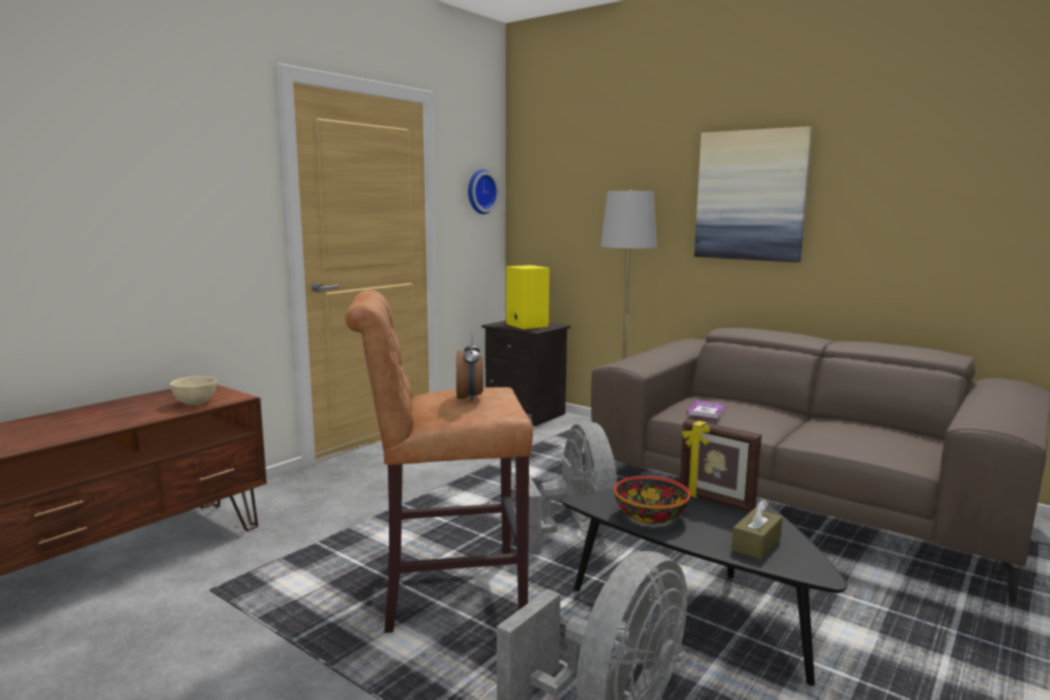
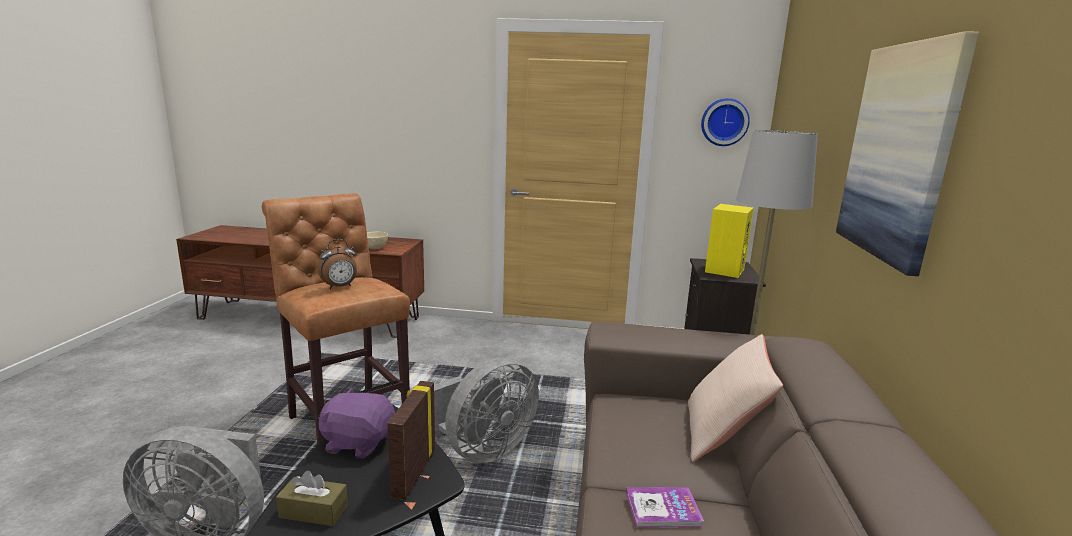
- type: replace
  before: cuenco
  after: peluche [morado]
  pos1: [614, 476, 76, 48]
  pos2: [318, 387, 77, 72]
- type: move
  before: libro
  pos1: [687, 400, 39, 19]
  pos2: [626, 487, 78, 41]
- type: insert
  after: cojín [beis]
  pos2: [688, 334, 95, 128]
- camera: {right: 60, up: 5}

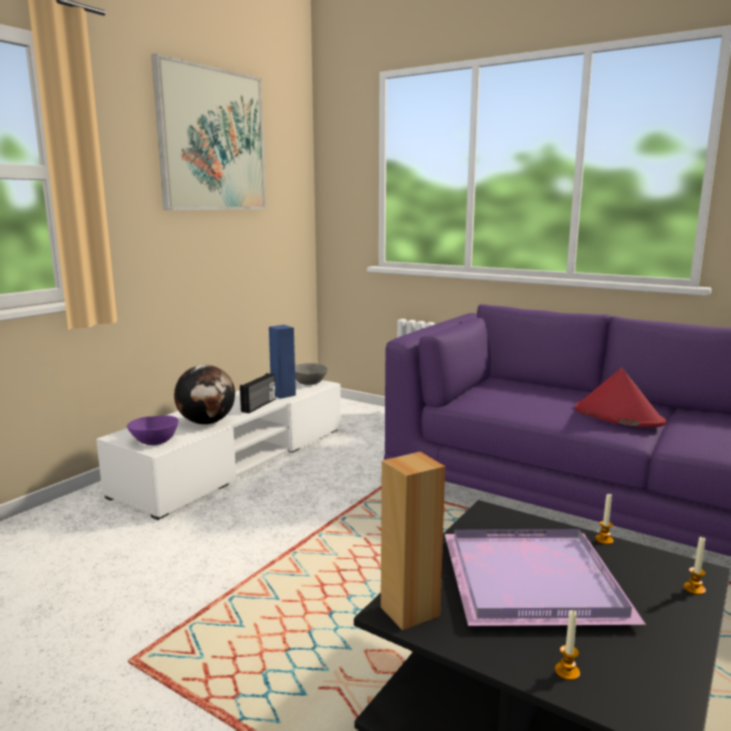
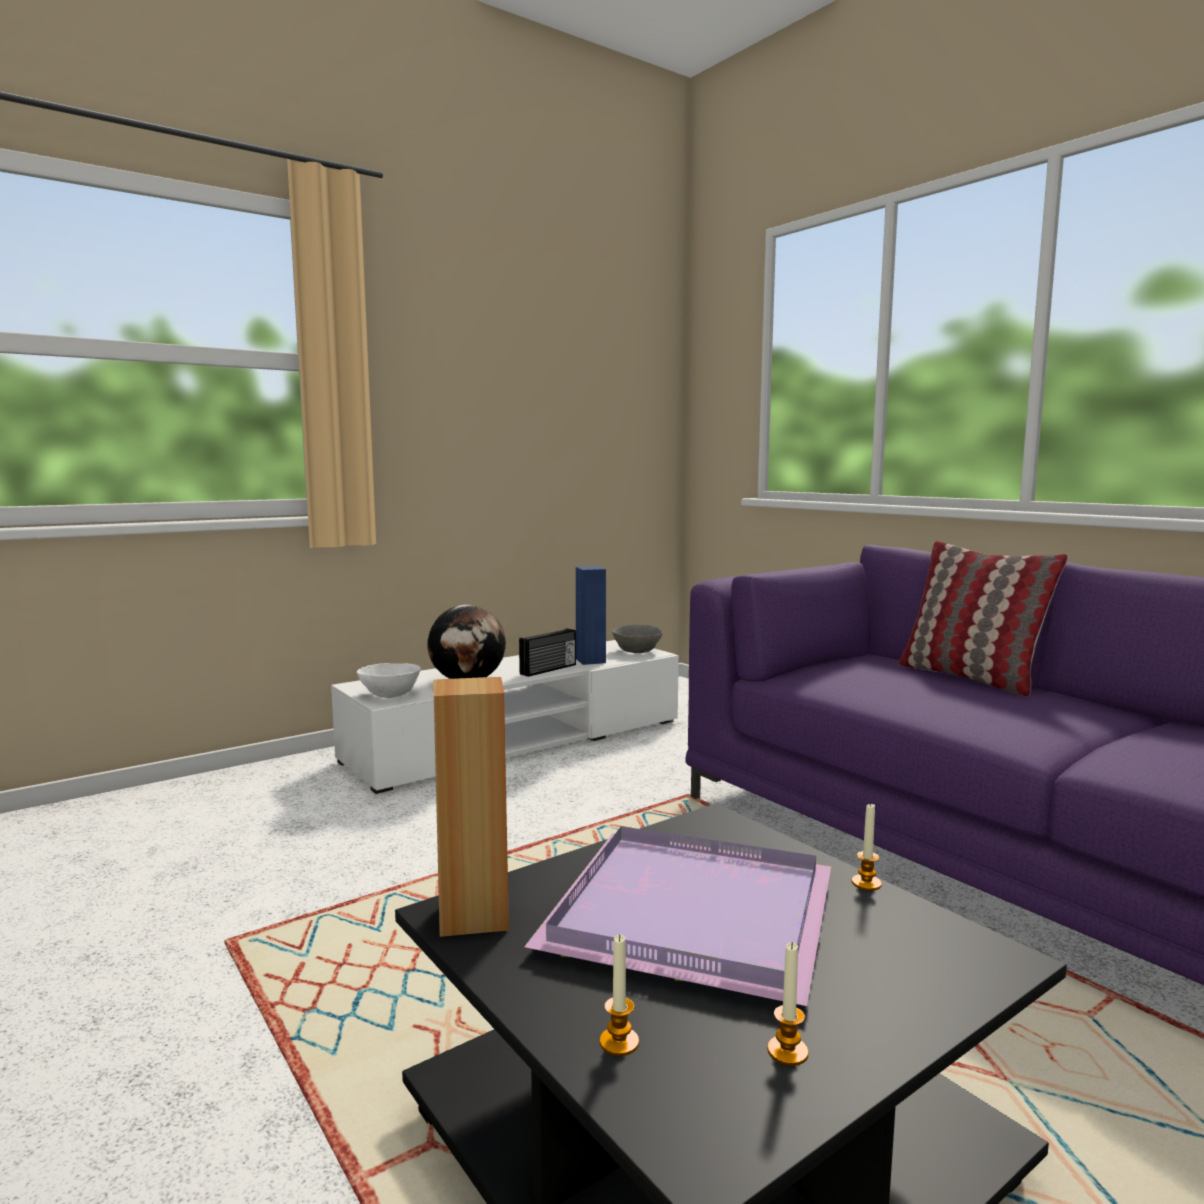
- type: recolor
  before: cuenco [morado]
  after: cuenco [blanco]
  pos1: [127, 415, 52, 30]
  pos2: [357, 663, 64, 35]
- type: move
  before: vela
  pos1: [684, 536, 22, 59]
  pos2: [767, 942, 41, 124]
- type: insert
  after: cojín
  pos2: [898, 541, 170, 156]
- type: delete
  before: cuadro
  pos1: [151, 54, 115, 156]
- type: delete
  before: sombrero [rojo]
  pos1: [575, 368, 91, 59]
- camera: {right: 20, up: -5}

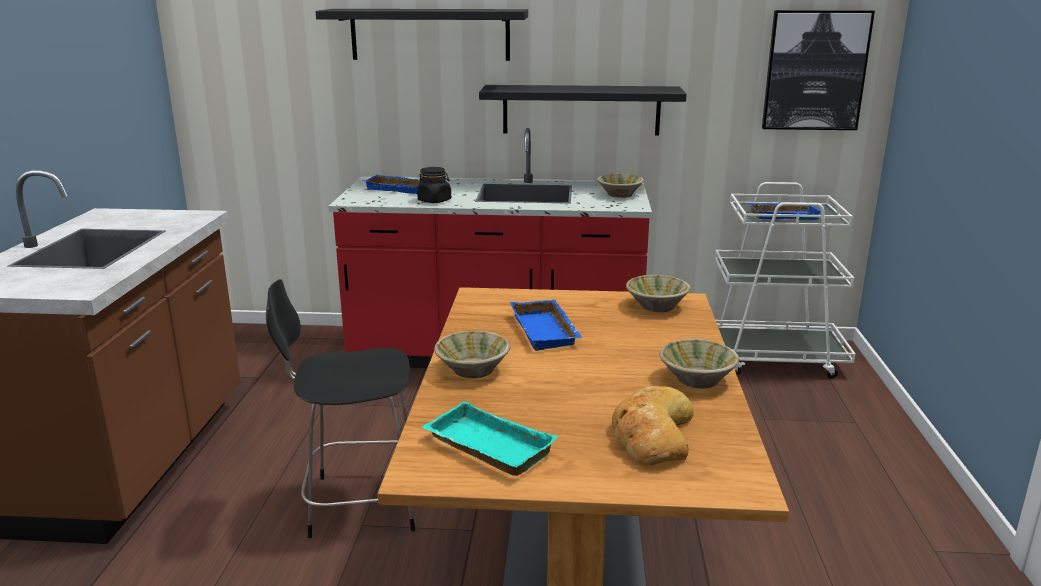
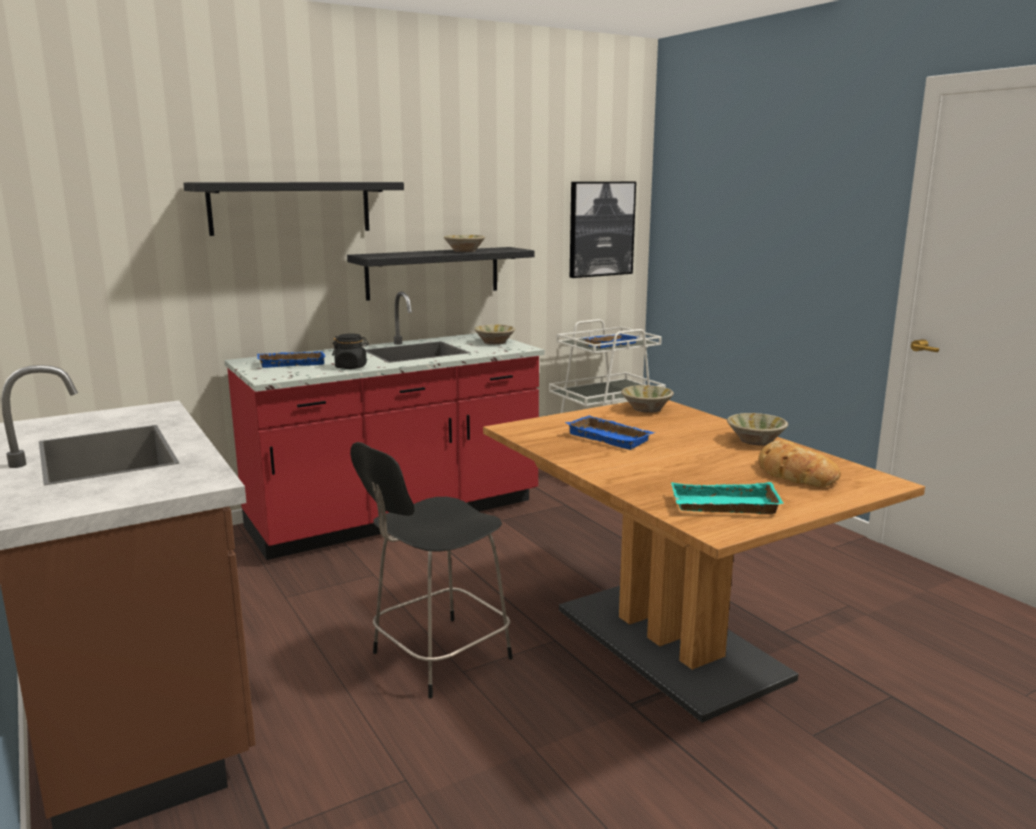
- type: move
  before: cuenco [beis]
  pos1: [434, 331, 76, 47]
  pos2: [444, 235, 41, 17]
- camera: {right: -35, up: -5}

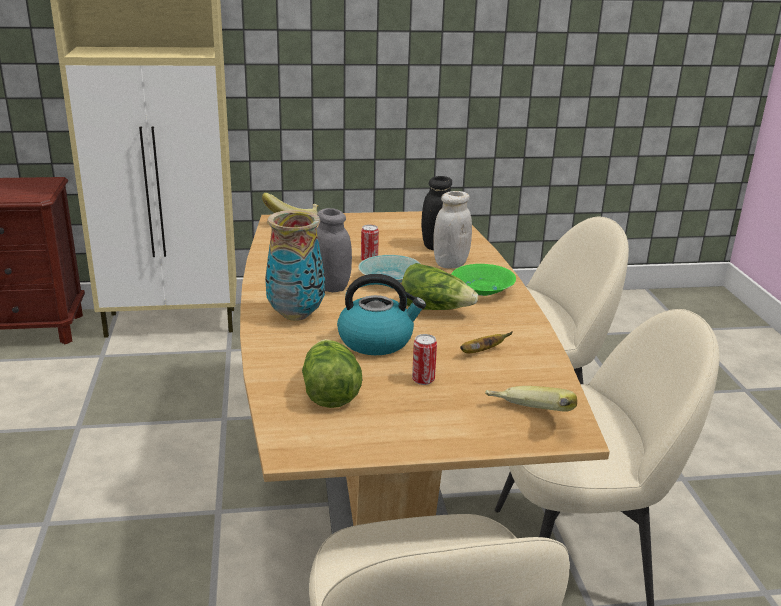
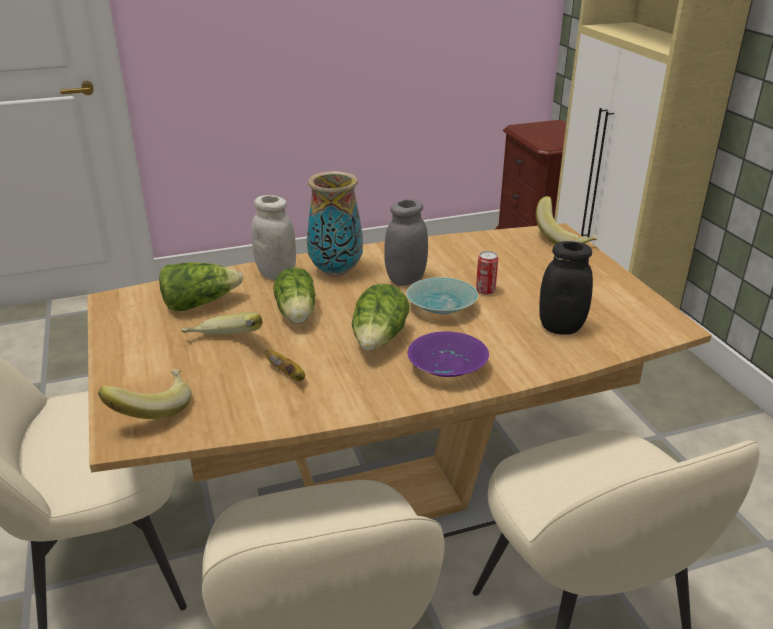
- type: replace
  before: lata
  after: plátano
  pos1: [412, 334, 25, 51]
  pos2: [181, 312, 81, 23]
- type: move
  before: tarro [blanco]
  pos1: [433, 191, 39, 78]
  pos2: [251, 195, 45, 85]
- type: replace
  before: hervidor
  after: lechuga
  pos1: [337, 274, 89, 81]
  pos2: [273, 267, 42, 57]
- type: recolor
  before: cuenco [verde]
  after: cuenco [morado]
  pos1: [451, 264, 65, 32]
  pos2: [408, 331, 81, 46]
- camera: {right: 80, up: 5}

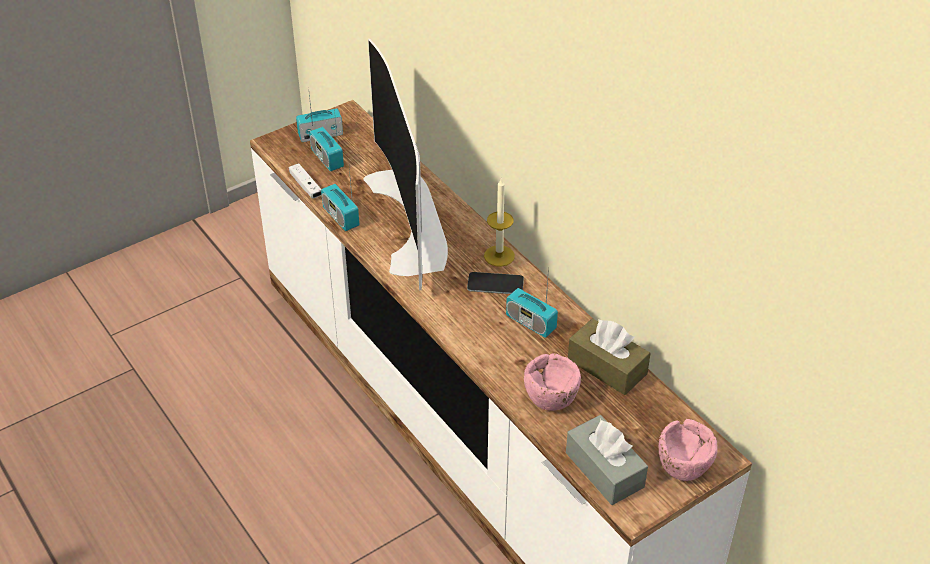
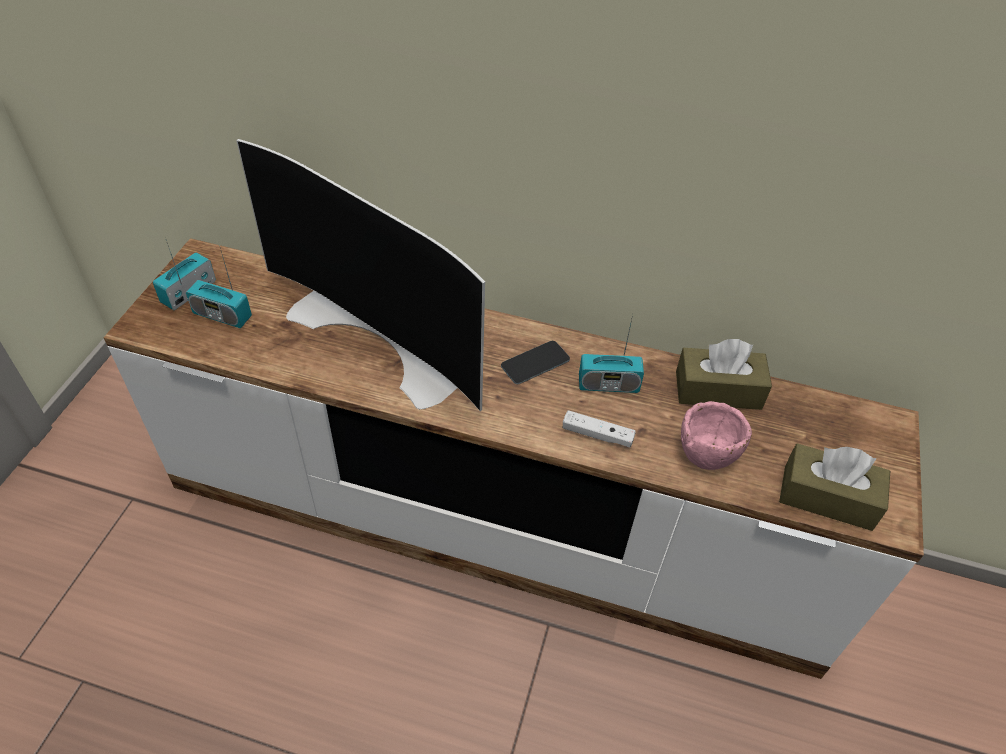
- type: move
  before: mando de consola [blanco]
  pos1: [289, 163, 33, 35]
  pos2: [563, 410, 73, 38]
- type: recolor
  before: caja de pañuelos [gris]
  after: caja de pañuelos [marrón]
  pos1: [566, 415, 82, 90]
  pos2: [779, 443, 111, 88]
- type: delete
  before: radio
  pos1: [321, 168, 38, 63]
- type: delete
  before: vela
  pos1: [484, 177, 31, 90]
- type: delete
  before: cuenco [rosa]
  pos1: [659, 419, 58, 62]
- camera: {right: -40, up: 5}

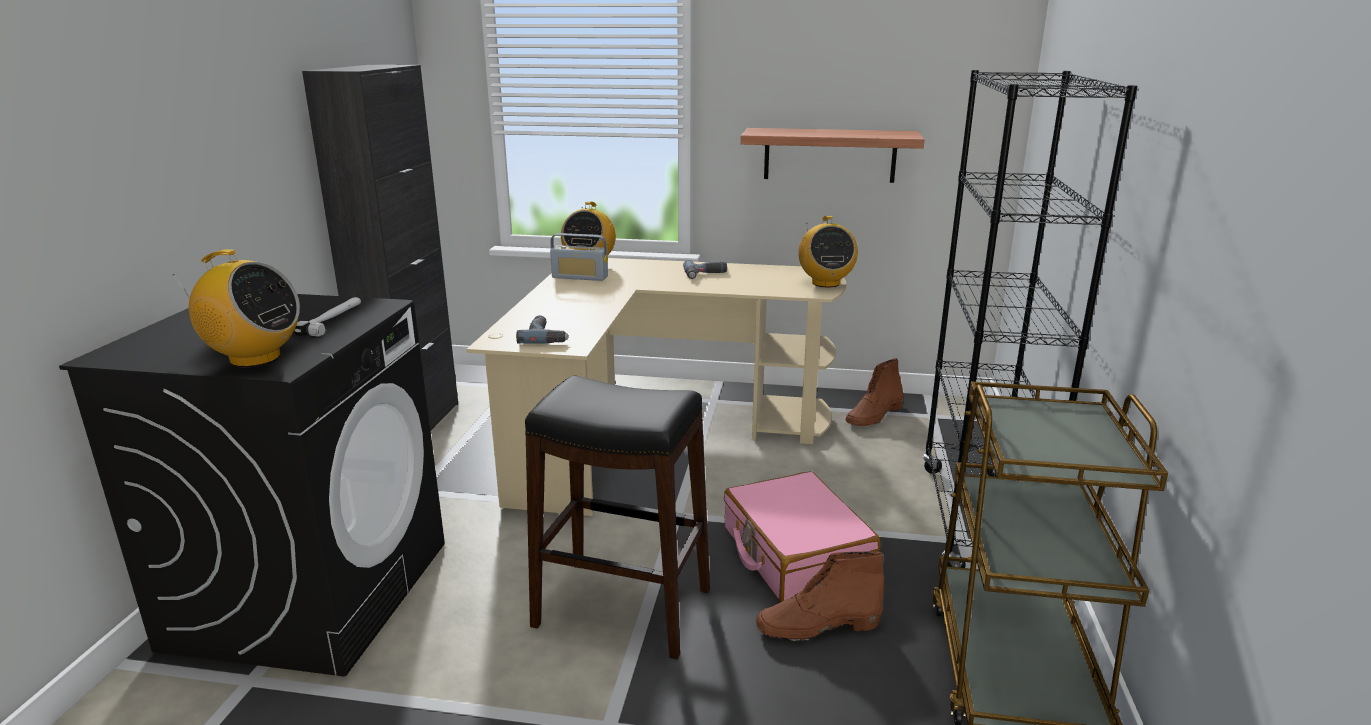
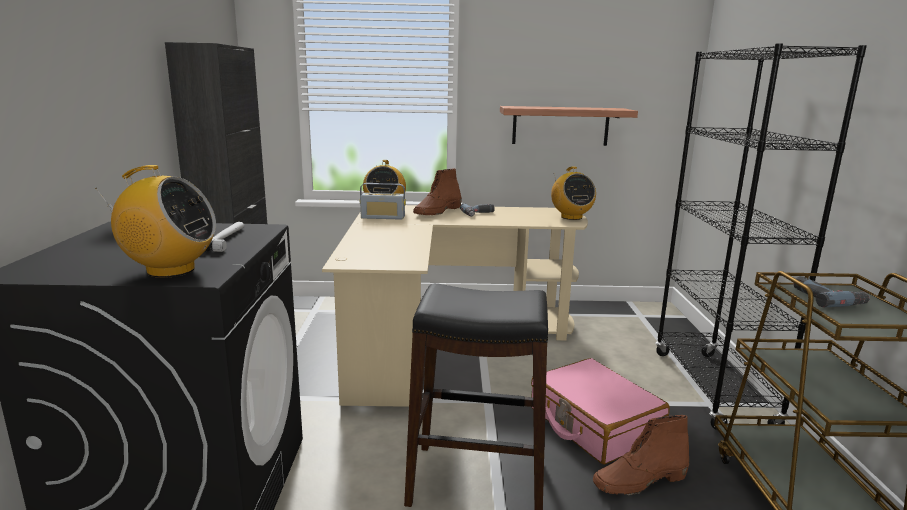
- type: move
  before: bota [marrón]
  pos1: [845, 358, 59, 68]
  pos2: [413, 168, 49, 47]
- type: move
  before: taladro
  pos1: [516, 315, 53, 29]
  pos2: [793, 276, 77, 31]
- camera: {right: -10, up: -5}

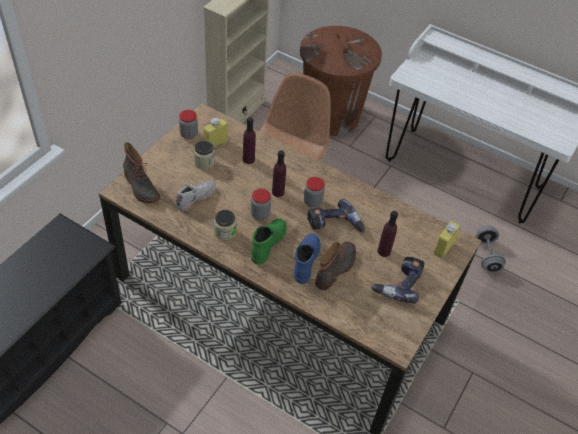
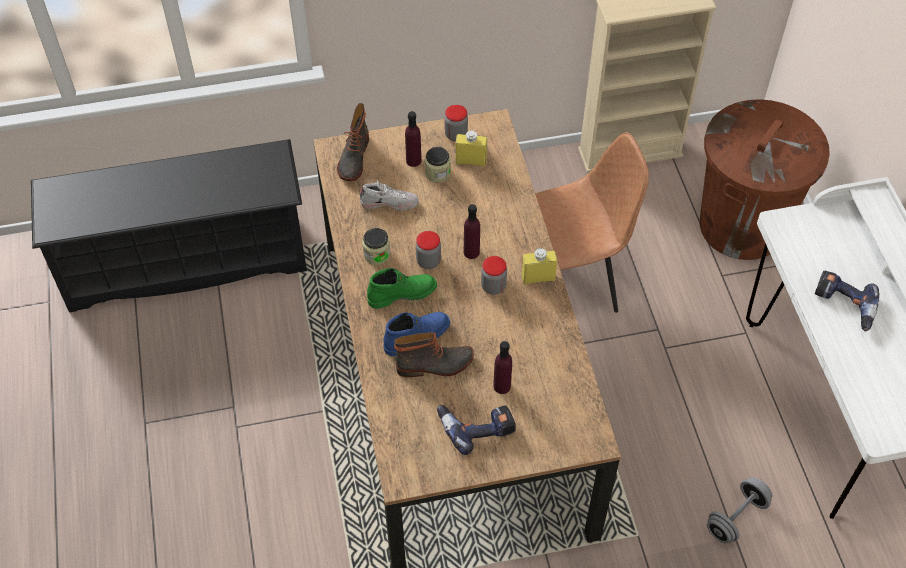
- type: move
  before: botella [morado]
  pos1: [243, 117, 13, 47]
  pos2: [405, 111, 16, 56]
- type: move
  before: botella [amarillo]
  pos1: [433, 221, 27, 37]
  pos2: [521, 248, 36, 37]
- type: move
  before: taladro
  pos1: [307, 199, 58, 33]
  pos2: [815, 271, 64, 60]
- camera: {right: 50, up: 5}

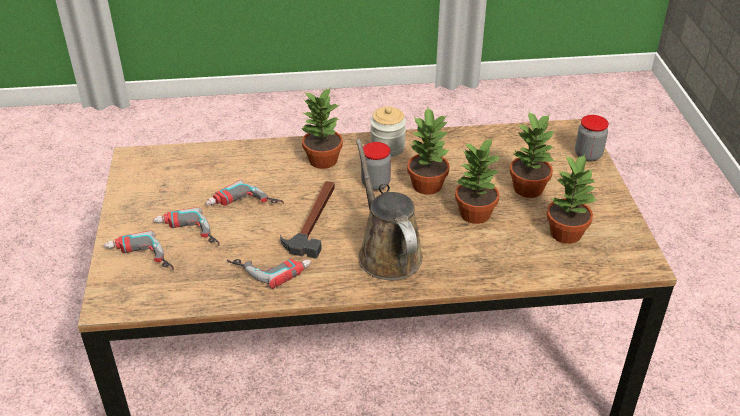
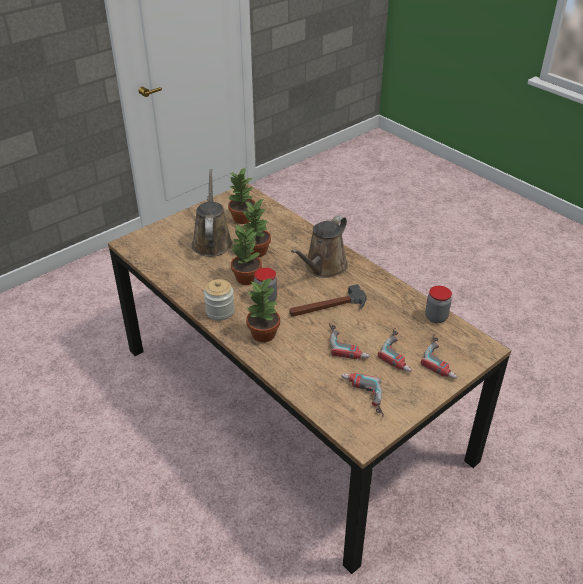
- type: replace
  before: planta en maceta
  after: regadera [marrón]
  pos1: [510, 112, 46, 86]
  pos2: [192, 169, 41, 88]
- type: move
  before: taladro
  pos1: [227, 259, 84, 30]
  pos2: [341, 373, 43, 45]
- type: move
  before: tarro
  pos1: [575, 115, 34, 47]
  pos2: [425, 286, 27, 37]
- camera: {right: -125, up: 0}

